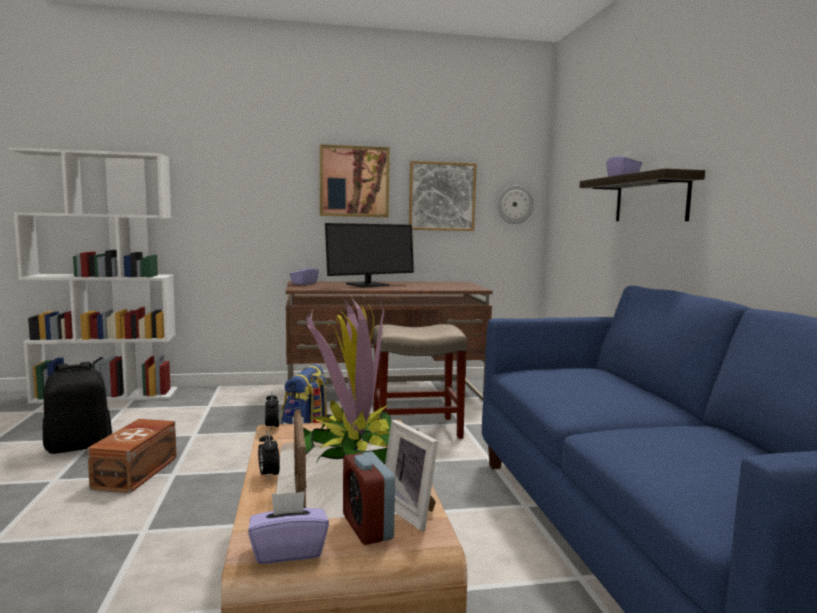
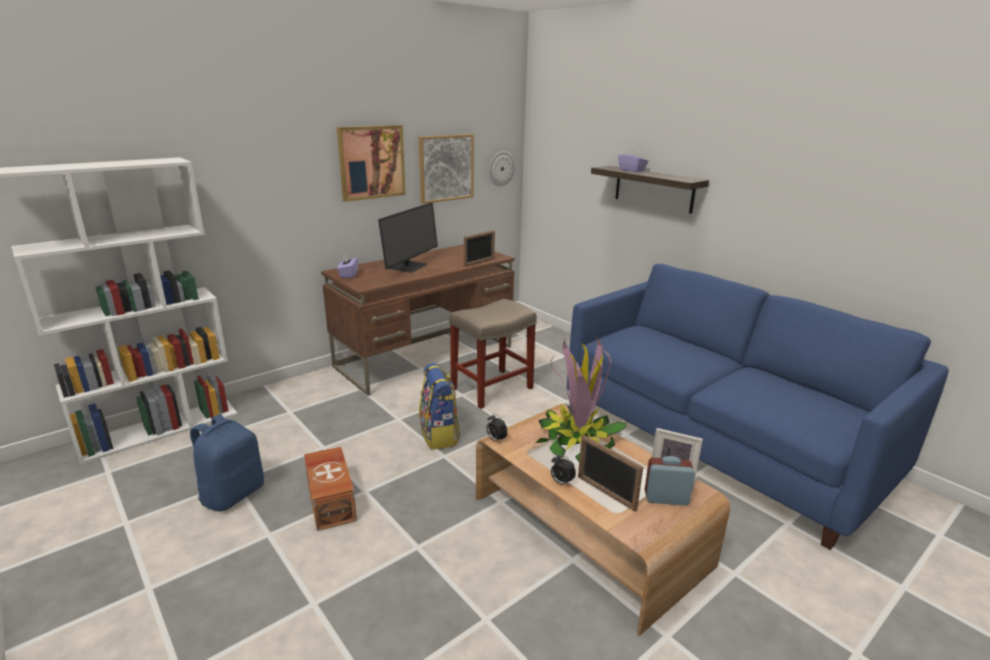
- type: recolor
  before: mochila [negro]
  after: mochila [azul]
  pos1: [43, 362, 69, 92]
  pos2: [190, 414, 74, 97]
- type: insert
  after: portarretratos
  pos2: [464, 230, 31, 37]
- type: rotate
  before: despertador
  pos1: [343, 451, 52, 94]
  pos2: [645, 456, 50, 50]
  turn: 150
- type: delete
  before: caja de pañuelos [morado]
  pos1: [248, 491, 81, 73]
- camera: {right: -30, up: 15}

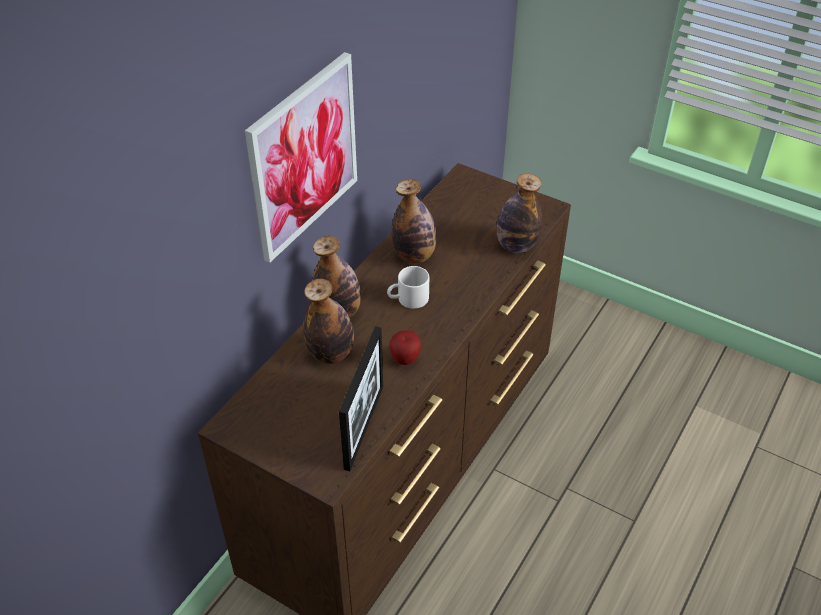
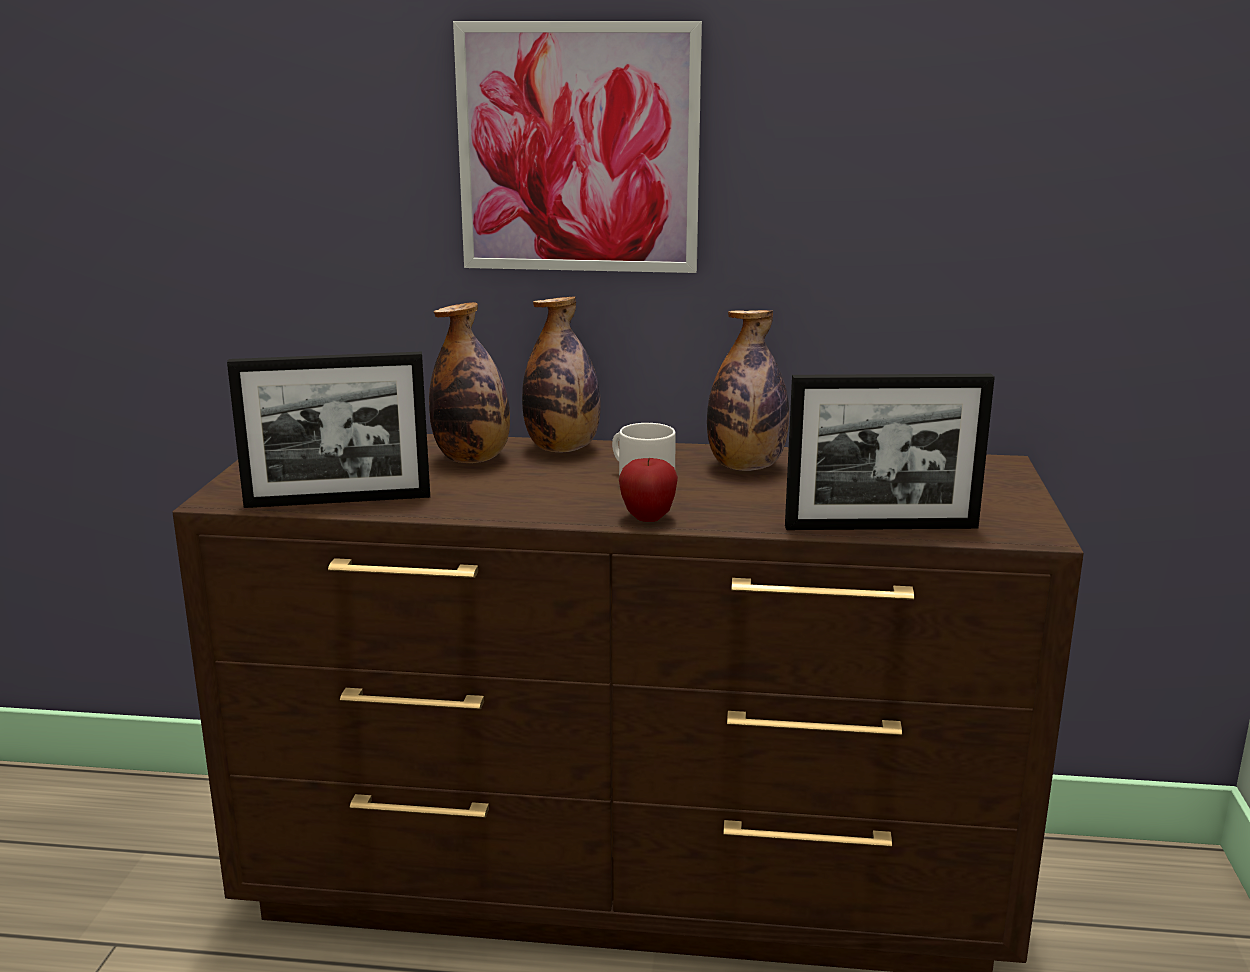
- type: move
  before: manzana
  pos1: [389, 330, 32, 35]
  pos2: [619, 458, 59, 64]
- type: replace
  before: botella
  after: portarretratos
  pos1: [497, 173, 45, 80]
  pos2: [785, 374, 210, 156]
- camera: {right: 65, up: -25}

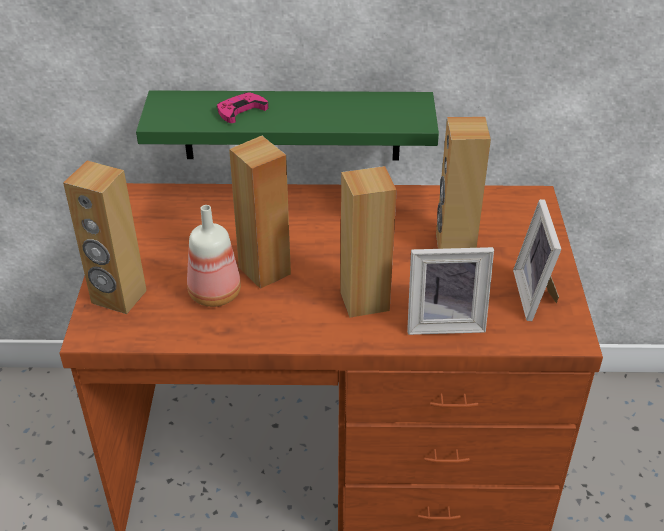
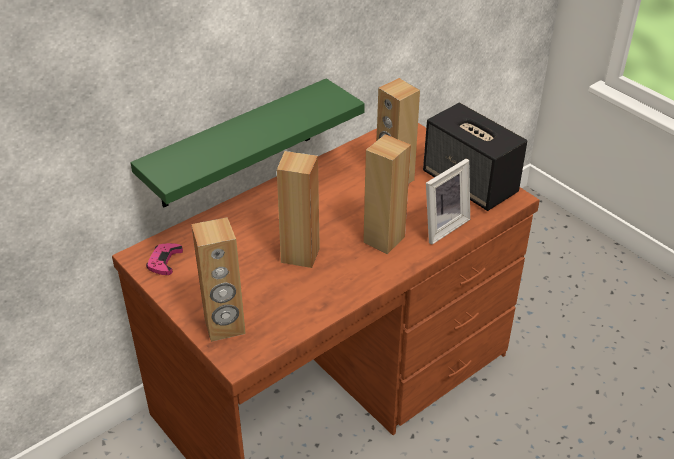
- type: move
  before: mando de consola [rosa]
  pos1: [217, 92, 51, 31]
  pos2: [146, 243, 37, 32]
- type: replace
  before: portarretratos
  after: altavoz
  pos1: [513, 199, 48, 122]
  pos2: [423, 103, 104, 108]
- type: delete
  before: botella
  pos1: [187, 205, 54, 102]
- camera: {right: -40, up: 0}

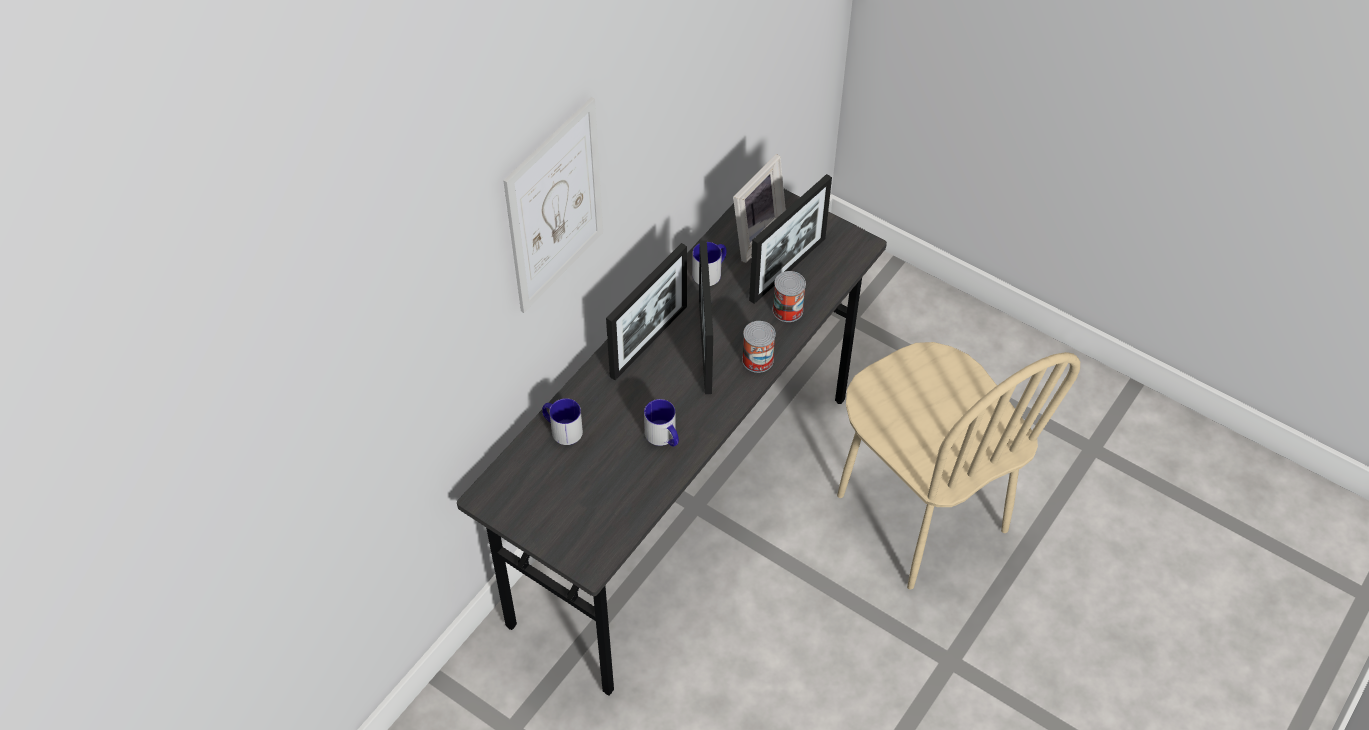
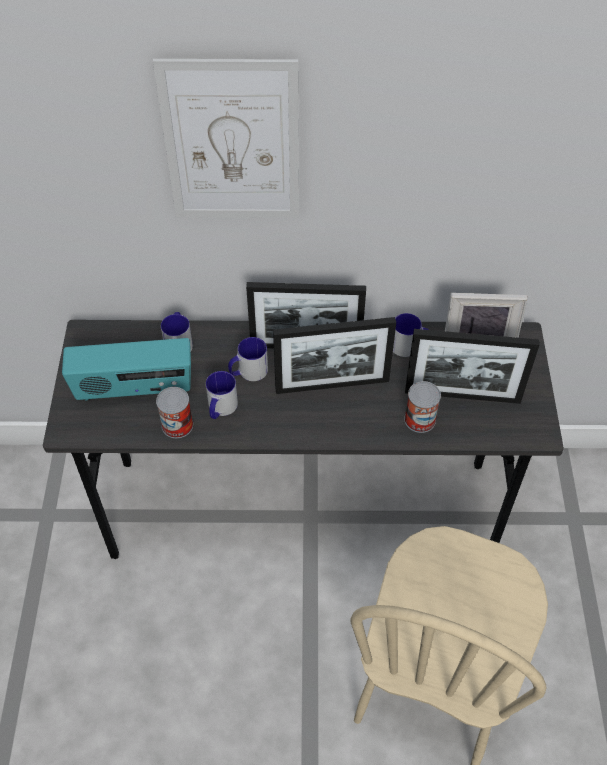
- type: insert
  after: radio
  pos2: [62, 338, 129, 63]
- type: move
  before: lata
  pos1: [742, 321, 34, 52]
  pos2: [156, 387, 37, 51]
- type: insert
  after: taza grande
  pos2: [228, 337, 40, 44]
- type: rotate
  before: portarretratos
  pos1: [699, 240, 14, 154]
  pos2: [273, 317, 123, 77]
  turn: -150
- camera: {right: 55, up: 0}

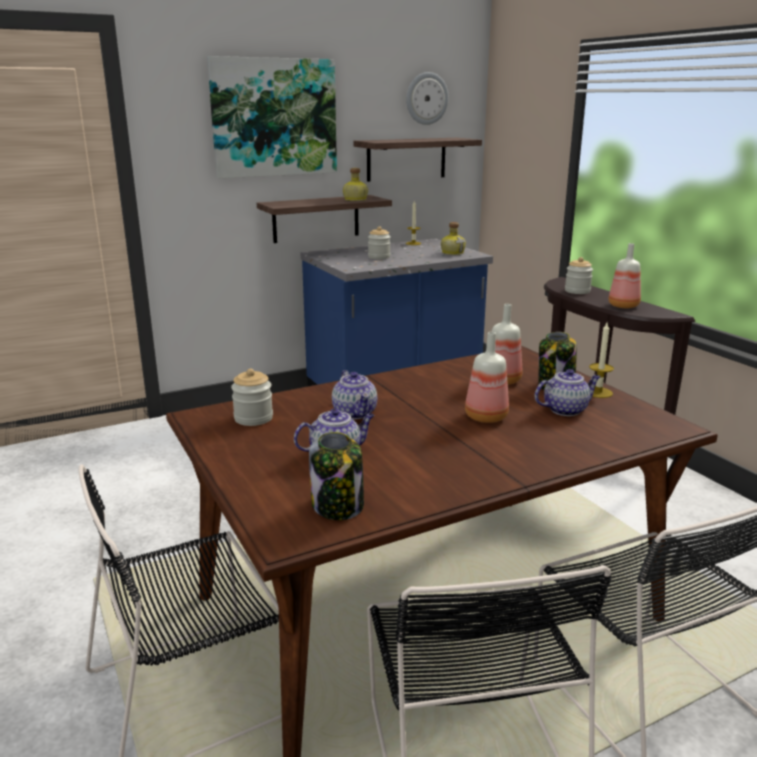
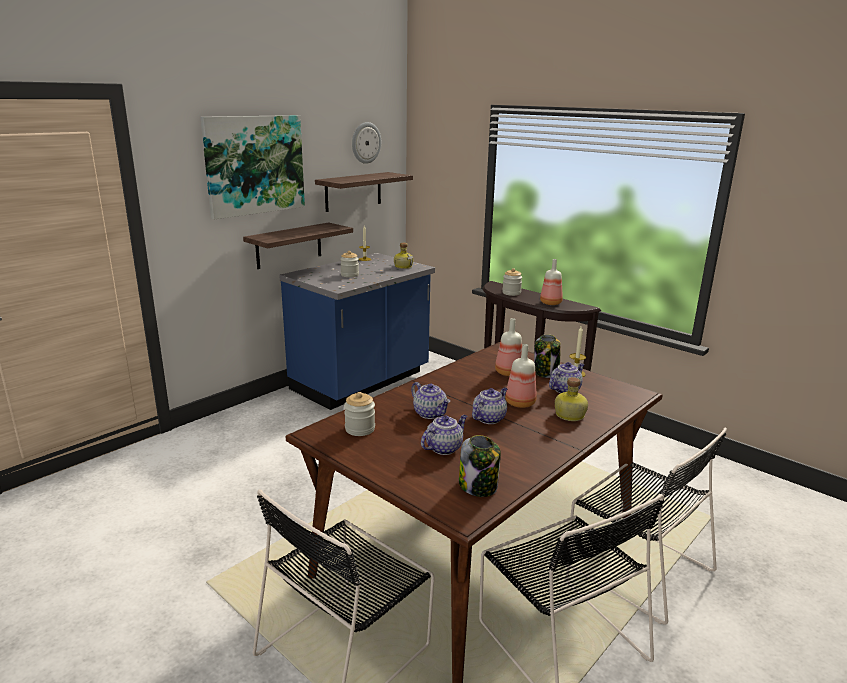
- type: insert
  after: tetera
  pos2: [472, 387, 36, 37]
- type: move
  before: botella
  pos1: [343, 168, 25, 33]
  pos2: [555, 377, 33, 44]
- camera: {right: -20, up: 0}

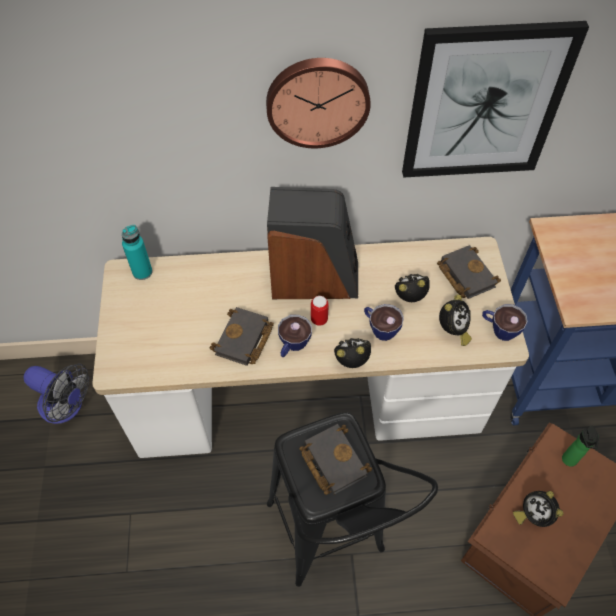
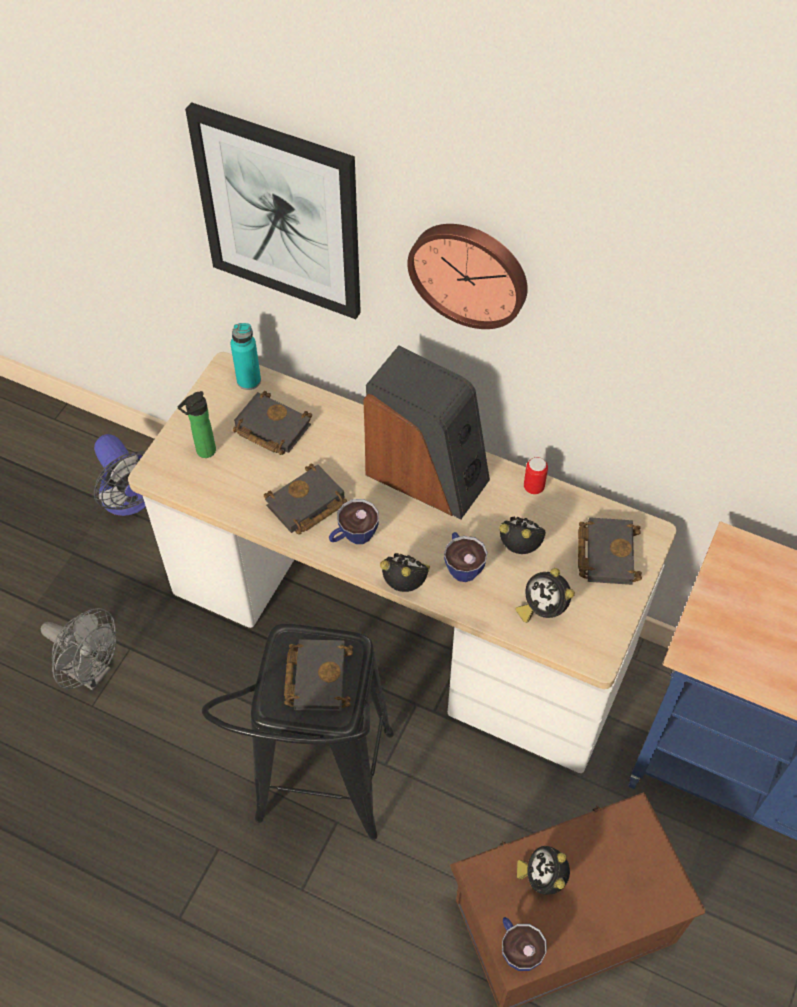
- type: insert
  after: ventilador [gris]
  pos2: [41, 608, 75, 83]
- type: move
  before: botella
  pos1: [562, 425, 37, 42]
  pos2: [178, 391, 38, 67]
- type: move
  before: cuadro
  pos1: [402, 21, 187, 157]
  pos2: [185, 102, 176, 217]
- type: insert
  after: libro [negro]
  pos2: [233, 391, 79, 64]
- type: move
  before: taza
  pos1: [482, 304, 46, 37]
  pos2: [502, 917, 45, 54]
- type: rotate
  before: despertador
  pos1: [439, 294, 33, 52]
  pos2: [515, 568, 60, 55]
  turn: 75
- type: move
  before: lata
  pos1: [311, 296, 18, 30]
  pos2: [524, 457, 24, 37]
- camera: {right: 30, up: 0}

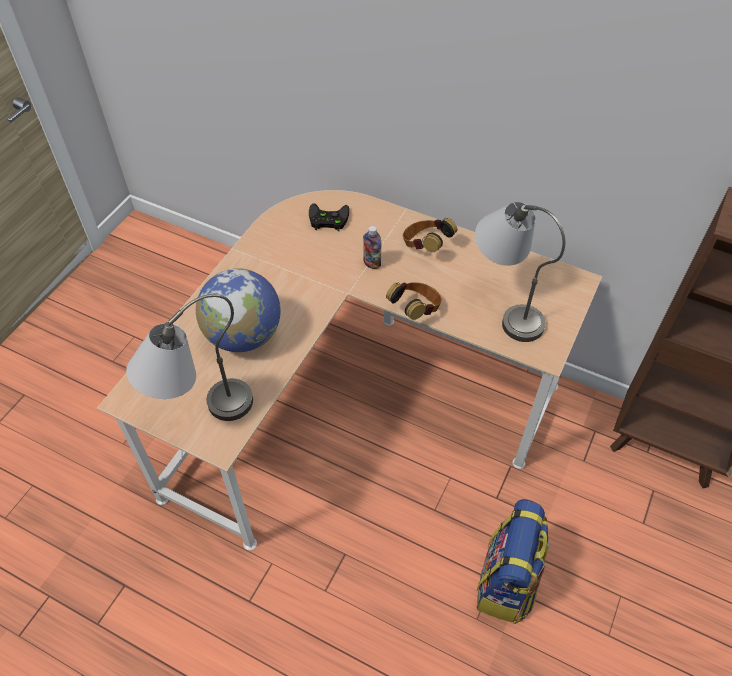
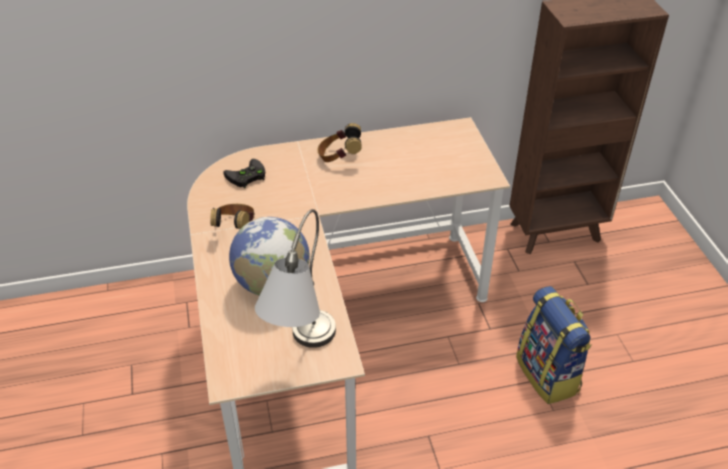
- type: move
  before: auriculares
  pos1: [386, 282, 56, 38]
  pos2: [210, 204, 45, 25]
- type: delete
  before: botella
  pos1: [363, 226, 18, 44]
- type: delete
  before: lámpara de mesa [gris]
  pos1: [475, 202, 90, 140]
- camera: {right: -40, up: -10}

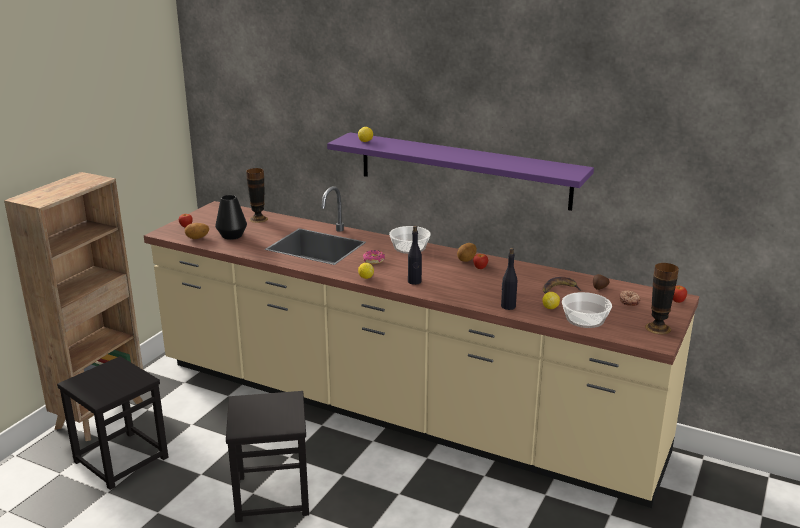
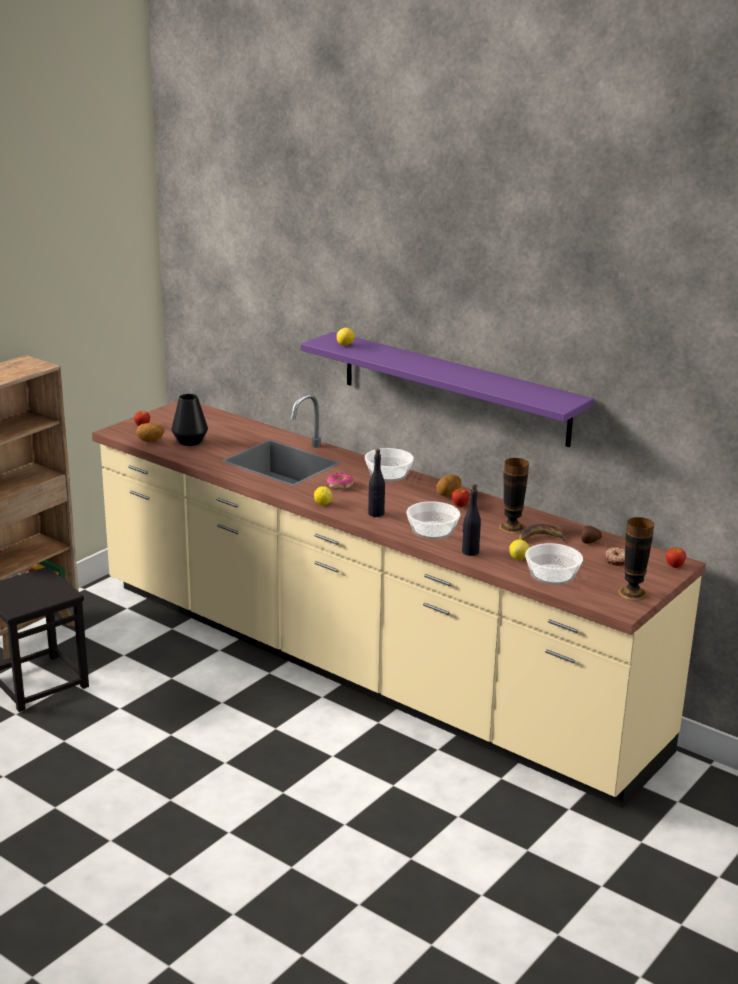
- type: insert
  after: cuenco
  pos2: [406, 501, 54, 38]
- type: move
  before: florero
  pos1: [246, 168, 22, 55]
  pos2: [499, 458, 30, 76]
- type: delete
  before: taburete [negro]
  pos1: [226, 391, 83, 131]
- camera: {right: 10, up: 0}

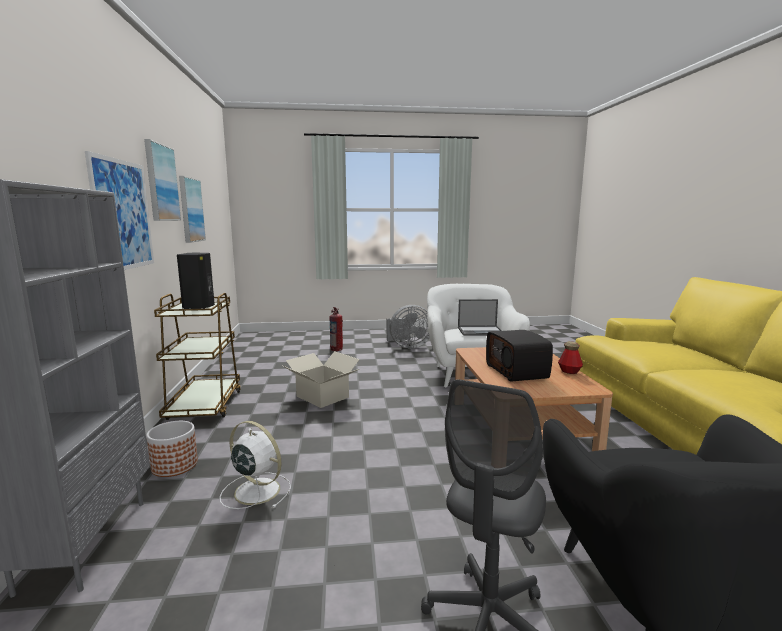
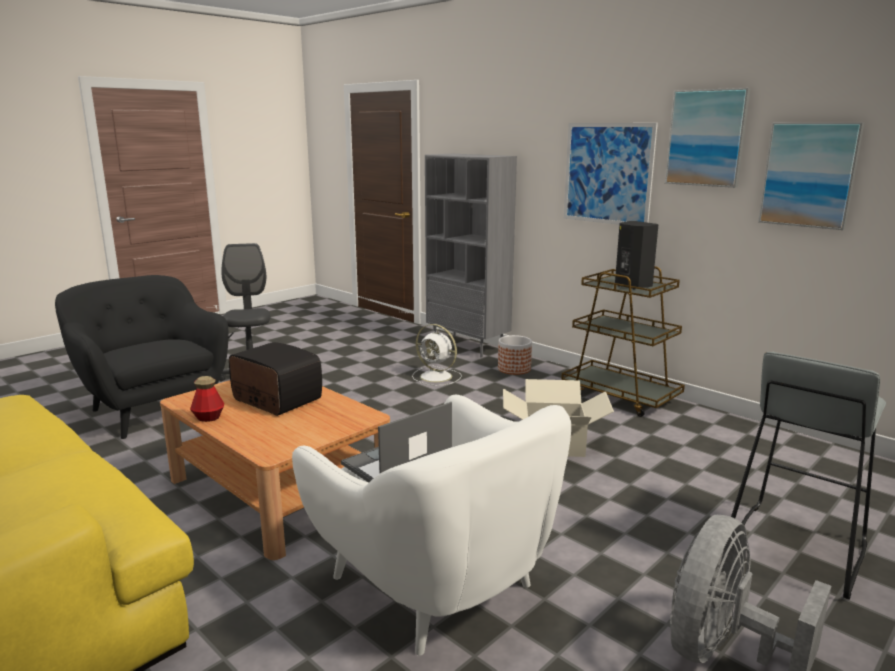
- type: rotate
  before: ventilador [blanco]
  pos1: [220, 421, 71, 88]
  pos2: [412, 324, 50, 62]
  turn: 45
- type: replace
  before: extintor
  after: taburete [gris]
  pos1: [330, 307, 13, 44]
  pos2: [731, 352, 155, 248]
- camera: {right: 140, up: 5}

